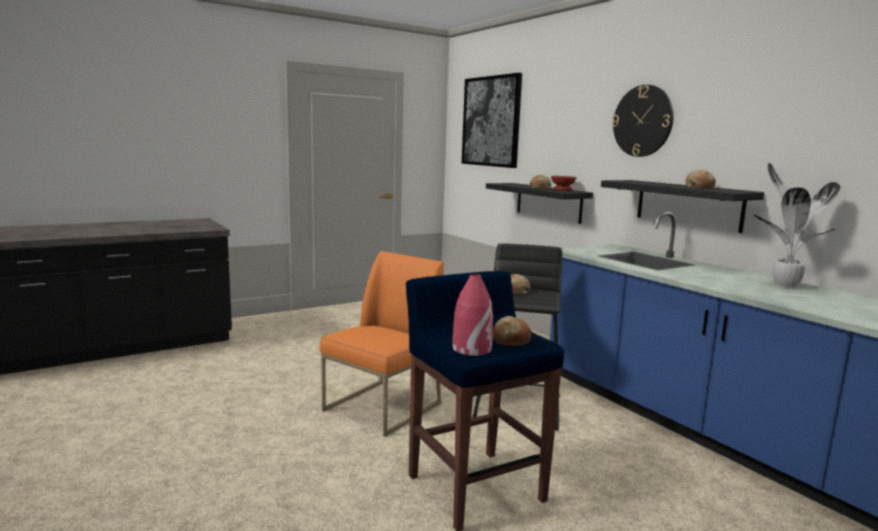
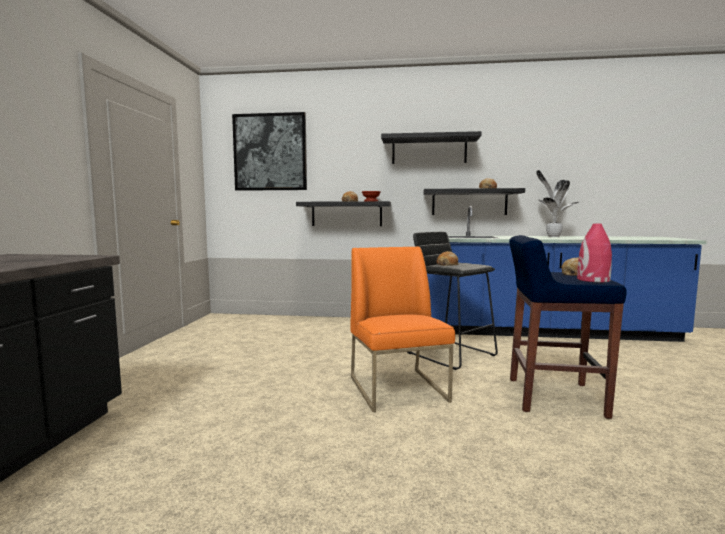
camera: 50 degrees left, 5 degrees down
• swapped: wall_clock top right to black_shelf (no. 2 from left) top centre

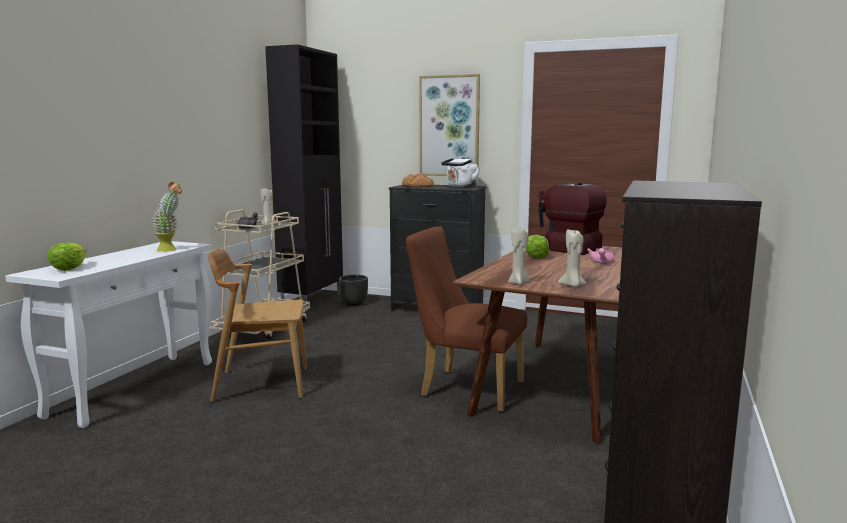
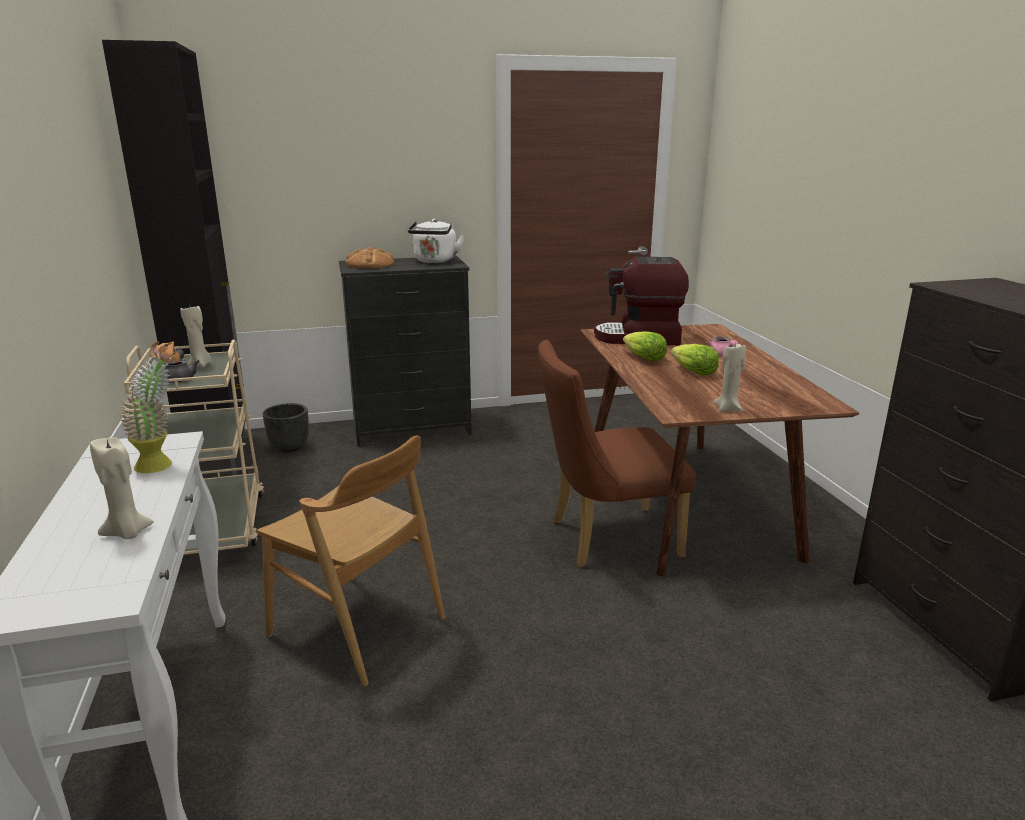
camera: 35 degrees left, 10 degrees up
• shifted: lettuce (no. 1 from left in the first image) middle left to lettuce (no. 2 from left) middle right
• rotated: brown_chair (no. 1 from left) middle left = bottom centre 105 degrees counterclockwise
• gone: picture top centre
• shifted: beige_candle (no. 3 from left in the first image) middle right to beige_candle (no. 1 from left) middle left

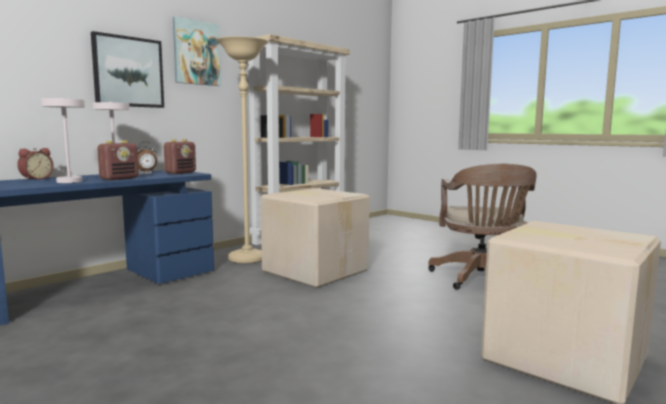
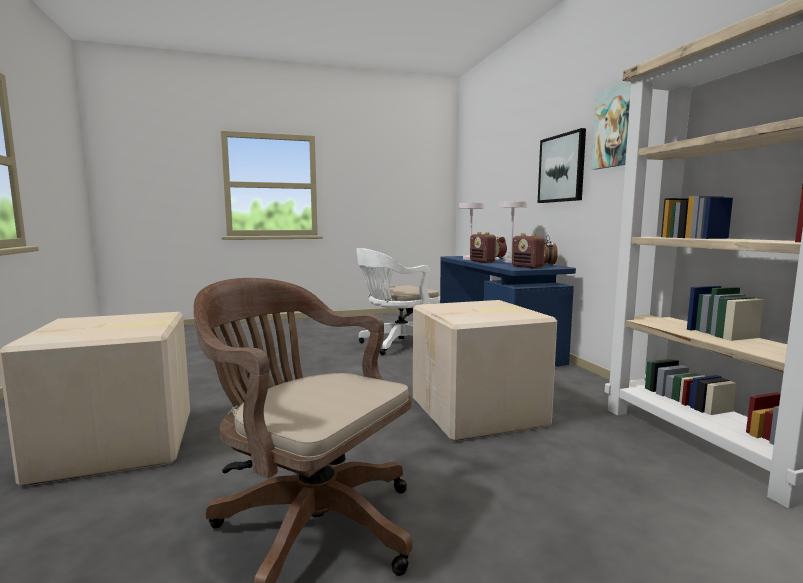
camera: 120 degrees right, 0 degrees up
• gone: beige_floor_lamp centre
• new: white_office_chair centre

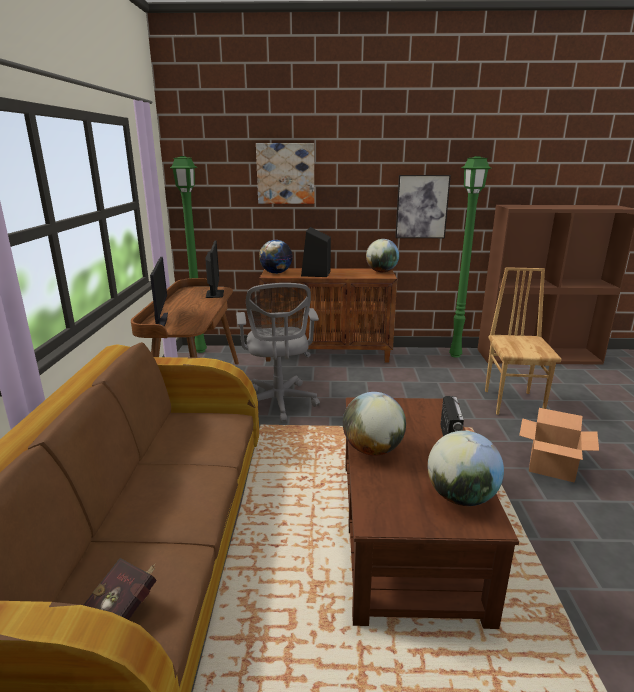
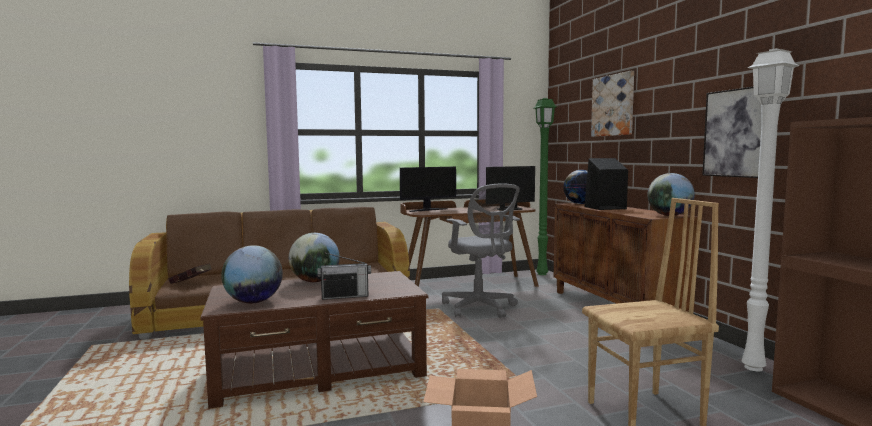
camera: 70 degrees right, 15 degrees down
• rotated: grey_office_chair centre = centre 90 degrees counterclockwise
• repainted: green_floor_lamp (no. 2 from left) middle right to white_floor_lamp middle right

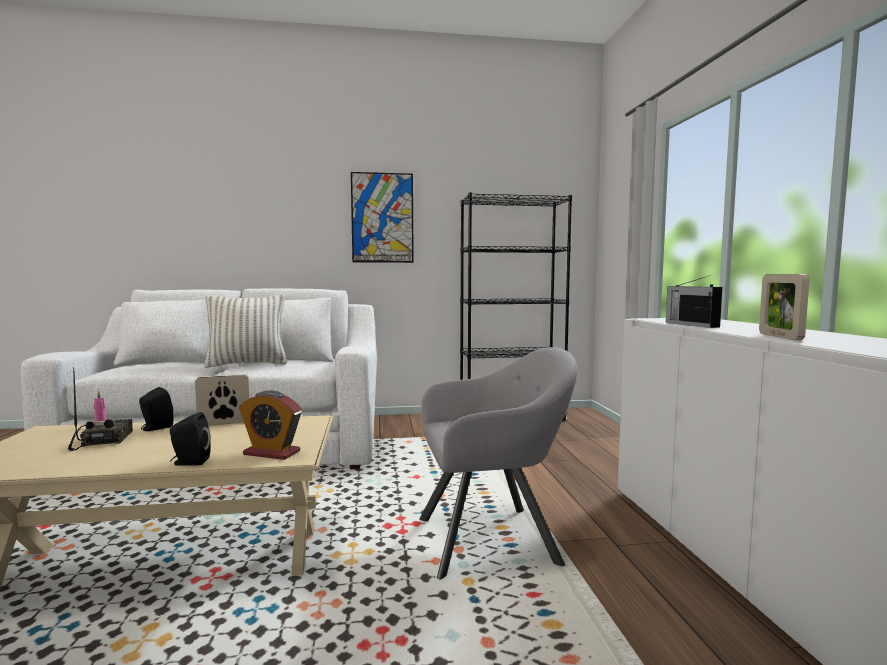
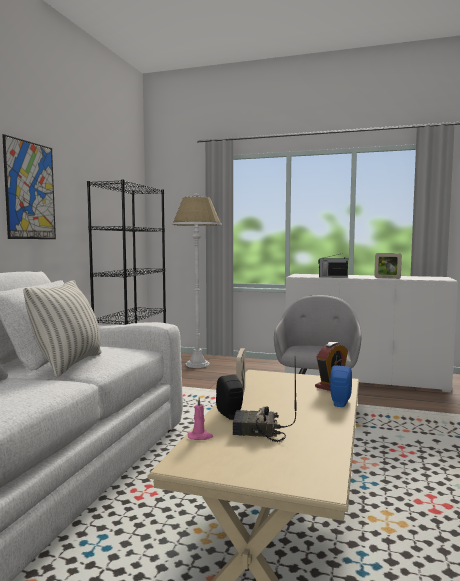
camera: 65 degrees left, 0 degrees up
• repainted: black_speaker (no. 2 from left) middle left to blue_speaker middle right
• new: white_floor_lamp centre

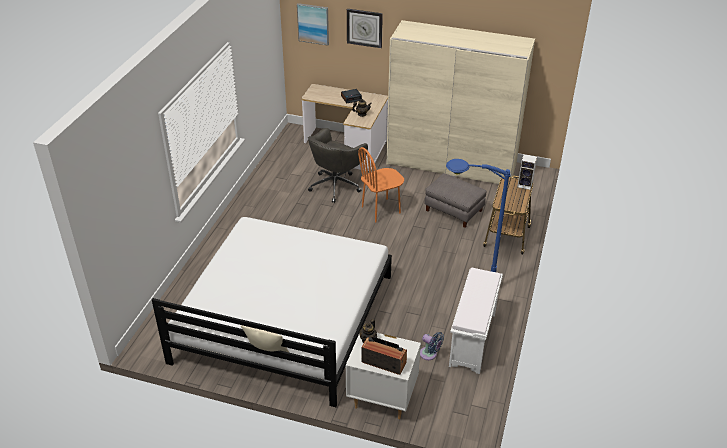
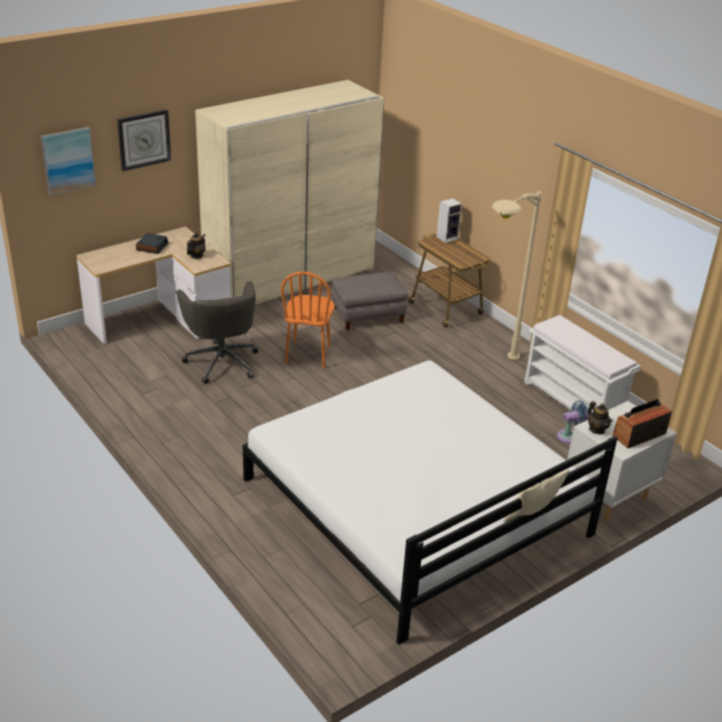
camera: 55 degrees left, 5 degrees down
• repainted: blue_floor_lamp centre to beige_floor_lamp middle right

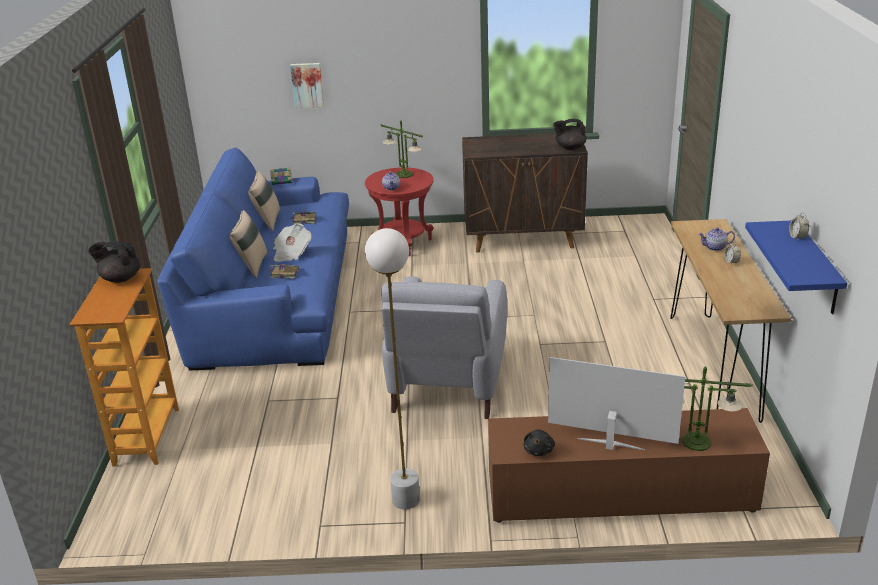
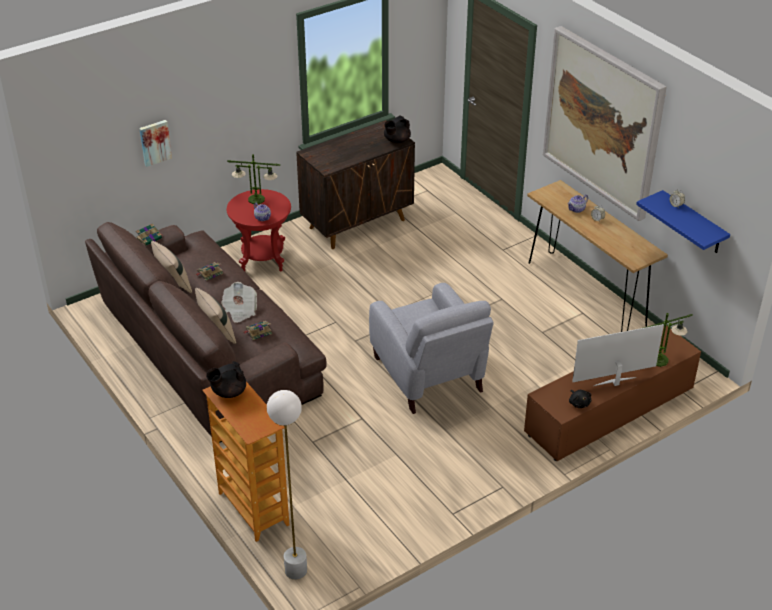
camera: 35 degrees left, 10 degrees up
• repainted: blue_sofa middle left to brown_sofa middle left
• shifted: white_floor_lamp centre to bottom centre
• new: picture (no. 2 from left) top right

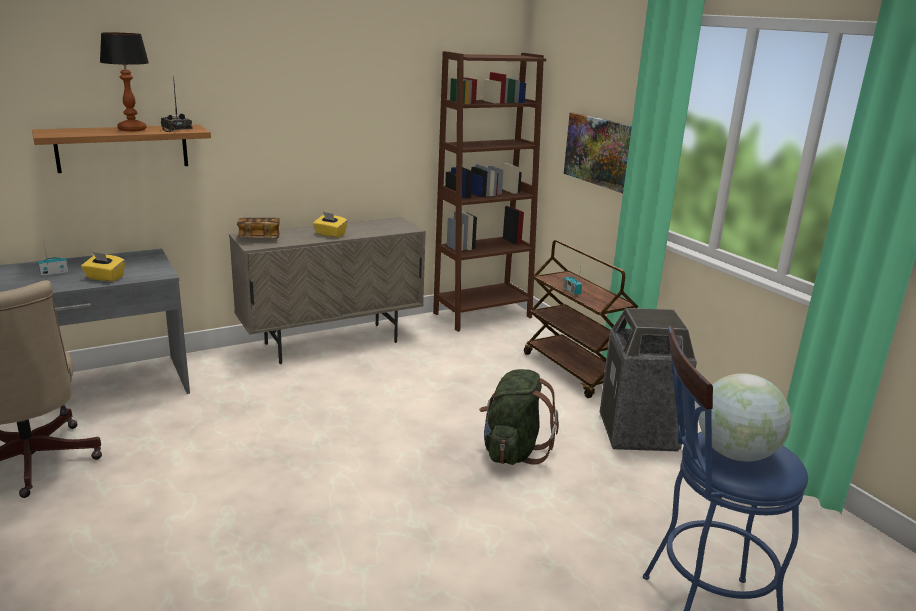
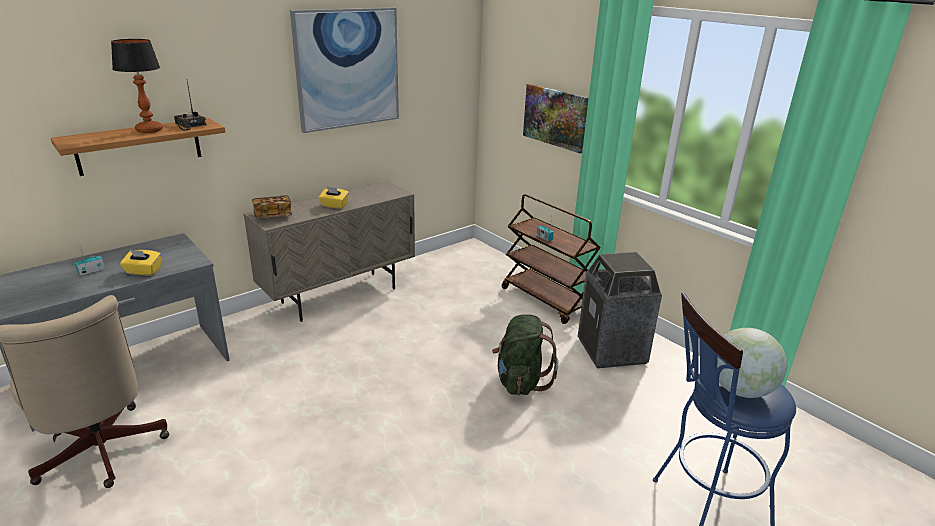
camera: 10 degrees left, 5 degrees up
• gone: brown_bookcase top centre
• new: picture (no. 1 from left) top centre

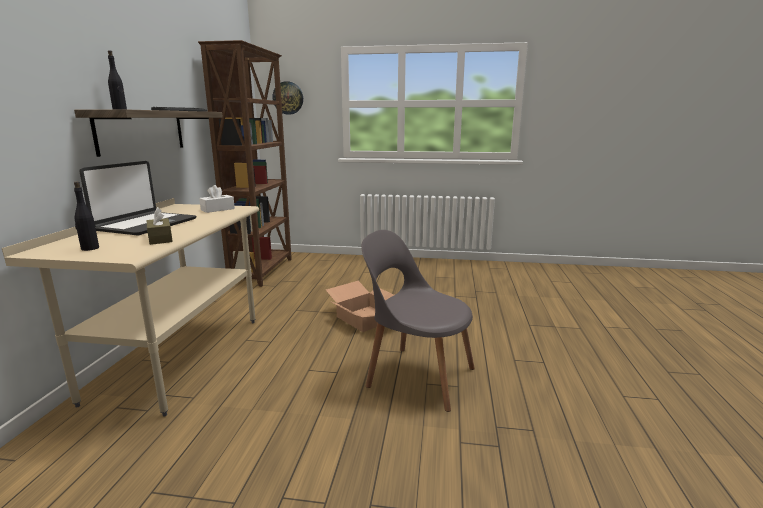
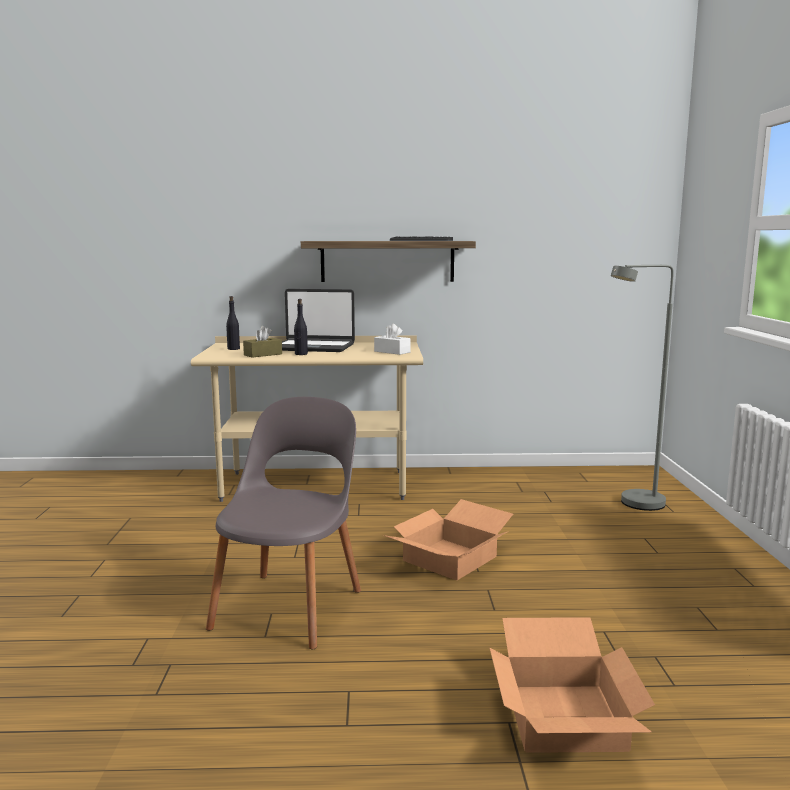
camera: 80 degrees right, 5 degrees down
• shifted: black_bottle (no. 2 from left) top left to centre
• gone: brown_bookcase top left
• gone: wall_clock top centre
• new: cardboard_box (no. 2 from left) bottom right
• new: grey_floor_lamp middle right

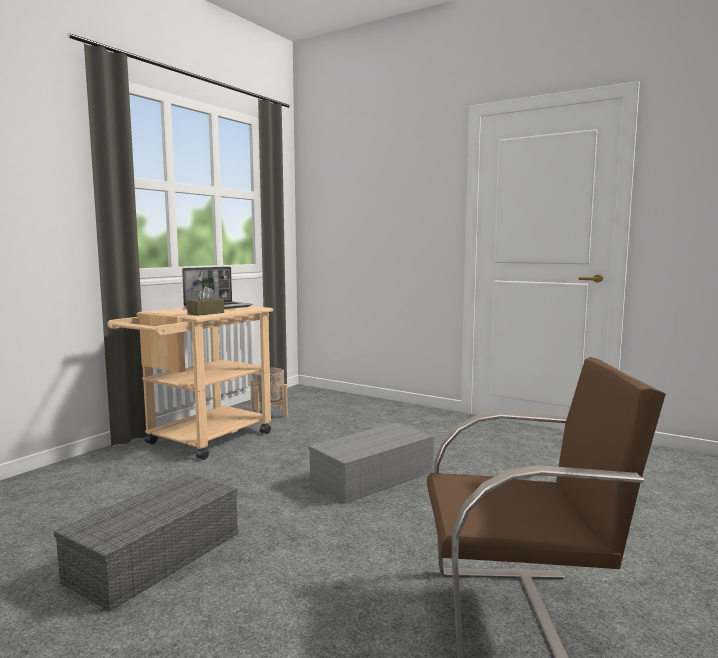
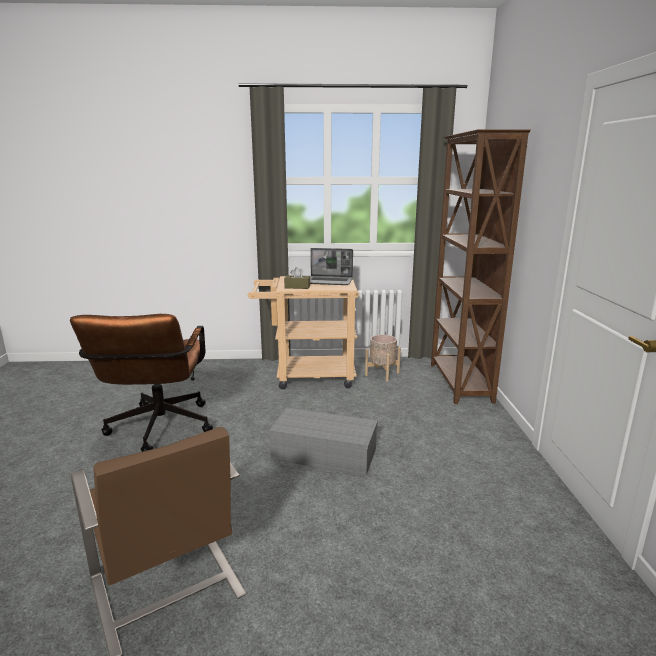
camera: 55 degrees right, 10 degrees up
• swapped: grey_storage_box (no. 1 from left) bottom left to brown_office_chair middle left
• new: brown_bookcase middle right

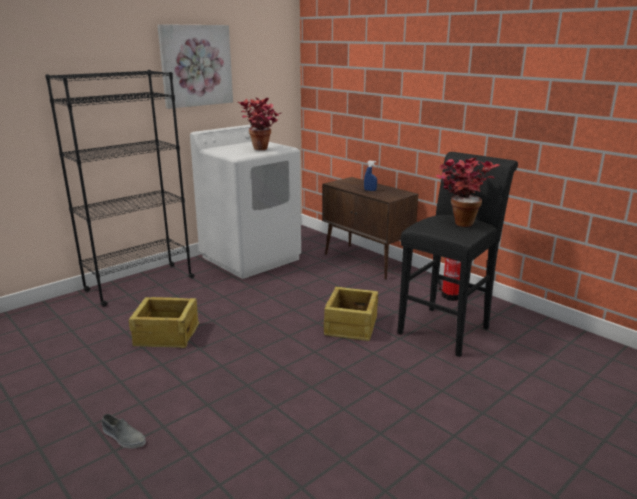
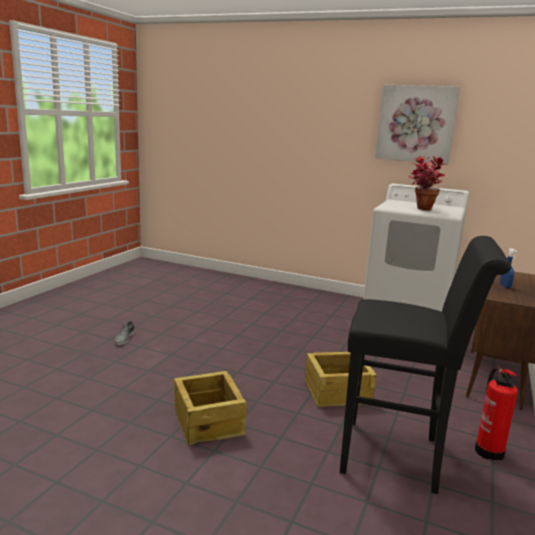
camera: 65 degrees right, 5 degrees down
• gone: black_bookcase middle left
• shifted: crate (no. 1 from left) middle left to bottom centre
• gone: potted_plant (no. 2 from left) middle right

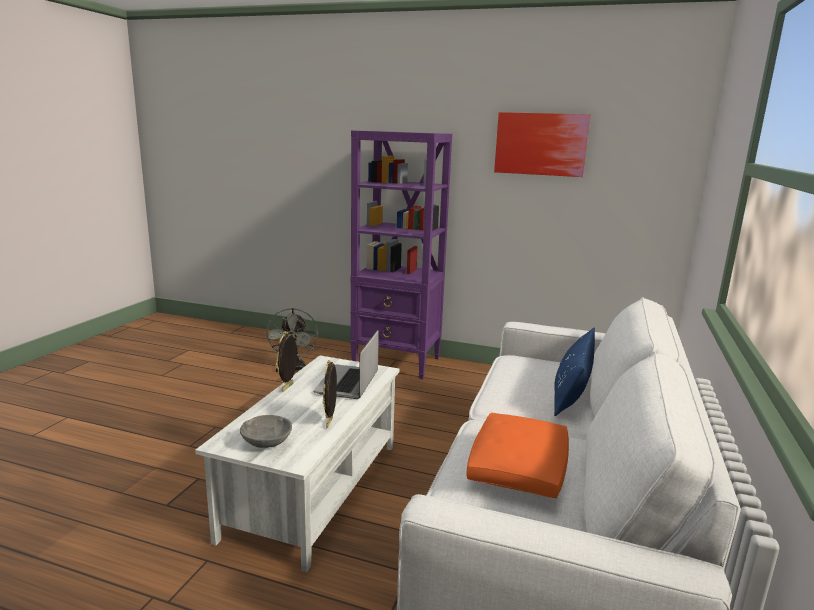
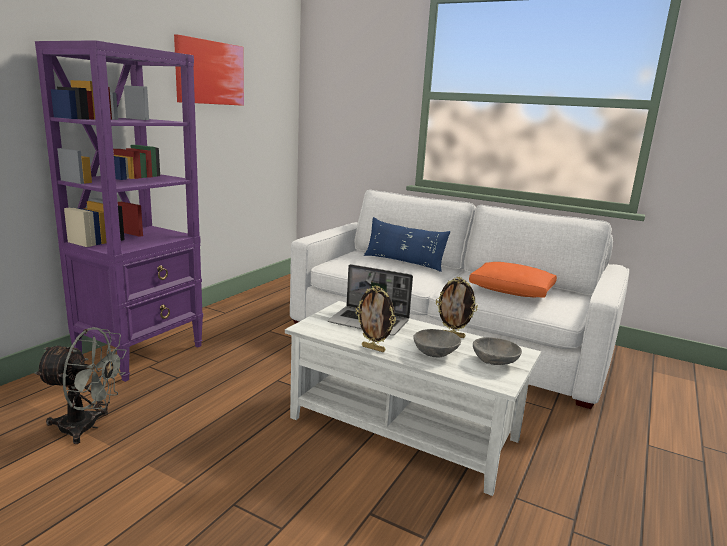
camera: 80 degrees left, 0 degrees up
• new: grey_bowl (no. 1 from left) centre

